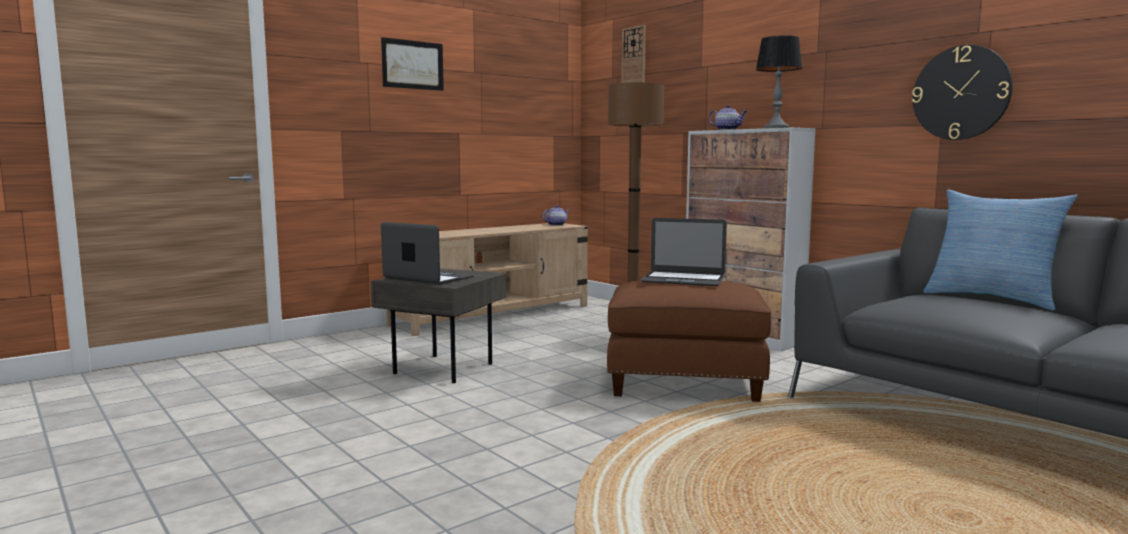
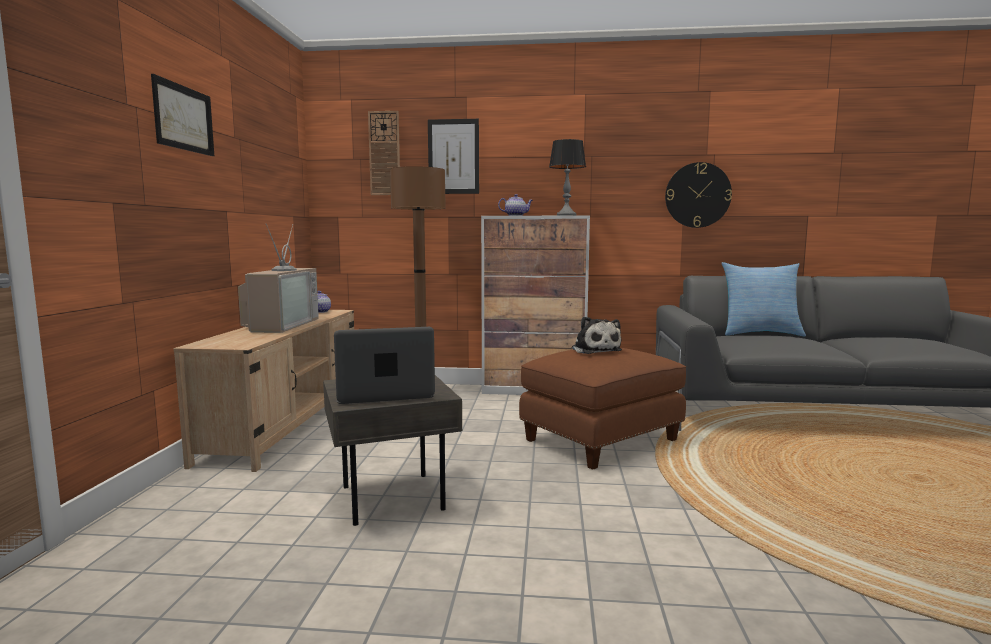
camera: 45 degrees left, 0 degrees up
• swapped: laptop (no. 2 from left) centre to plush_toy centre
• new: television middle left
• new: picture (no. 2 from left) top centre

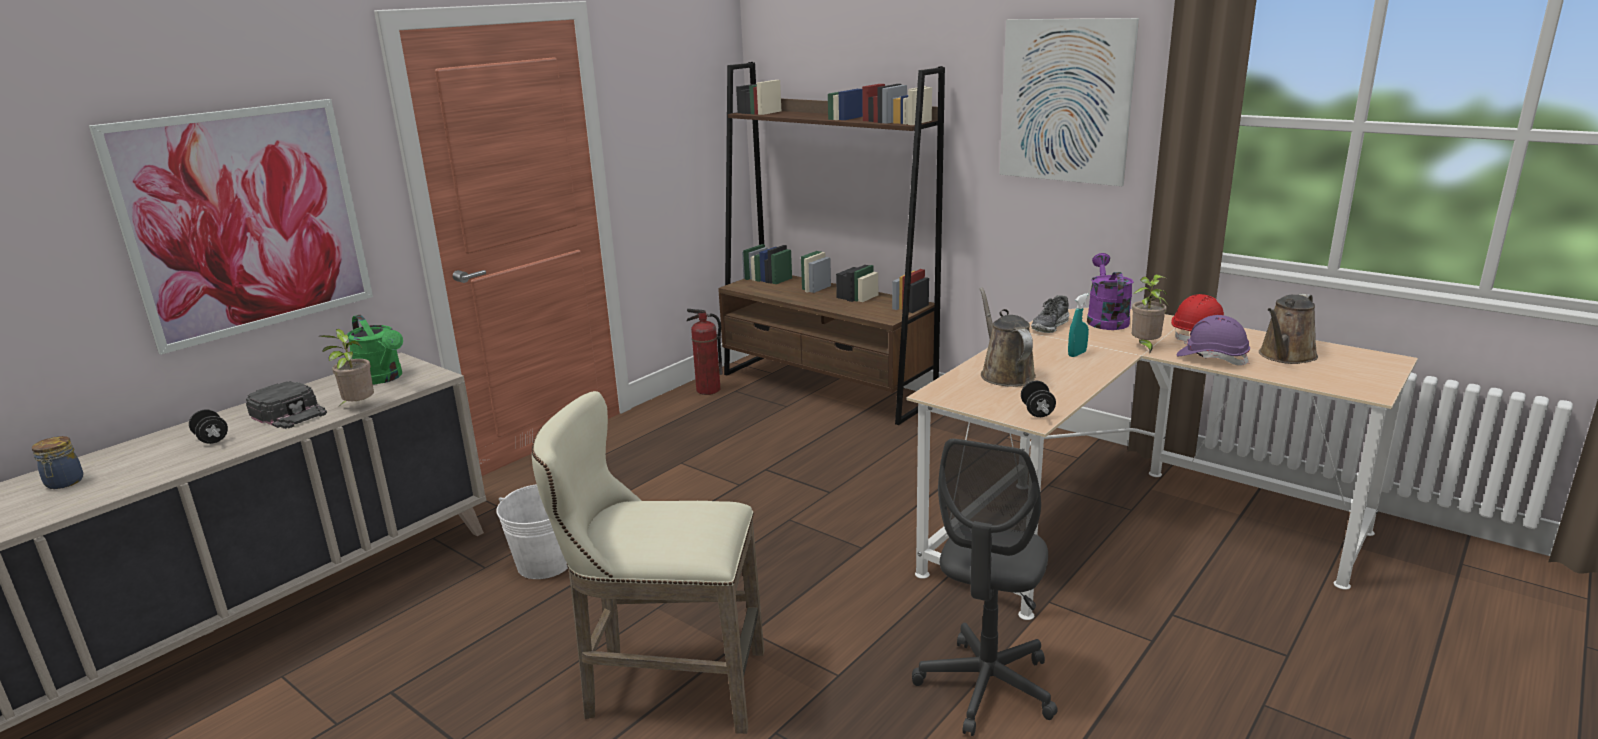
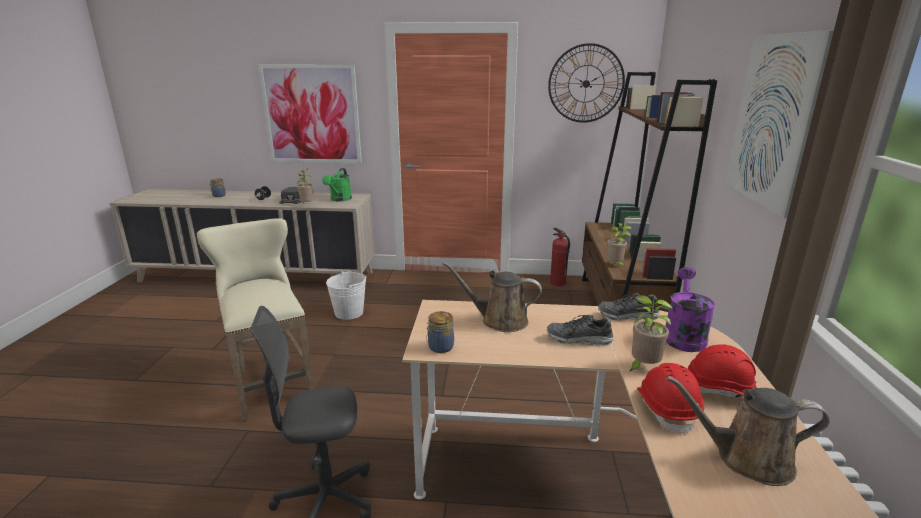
camera: 55 degrees right, 0 degrees up
• rotated: brown_watering_can (no. 1 from left) centre = centre 120 degrees counterclockwise
• swapped: black_dumbbell (no. 2 from left) centre to jar (no. 2 from left) centre
• swapped: turquoise_spray_bottle middle right to shoe (no. 1 from left) centre
• rotated: purple_watering_can middle right = middle right 45 degrees counterclockwise
• repainted: purple_hard_hat middle right to red_hard_hat (no. 1 from left) bottom right
• new: wall_clock top centre
• new: potted_plant (no. 2 from left) middle right

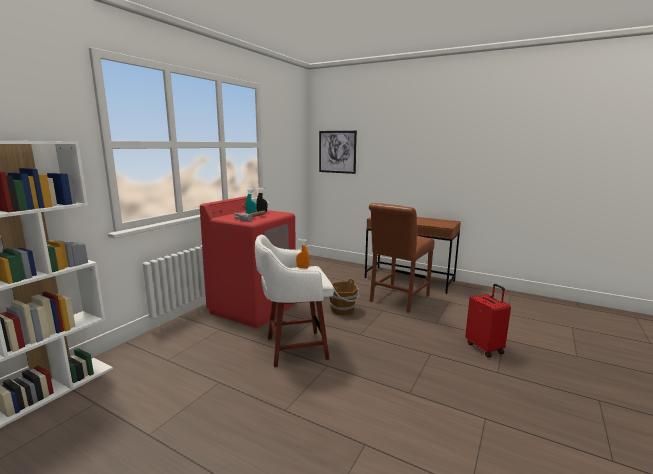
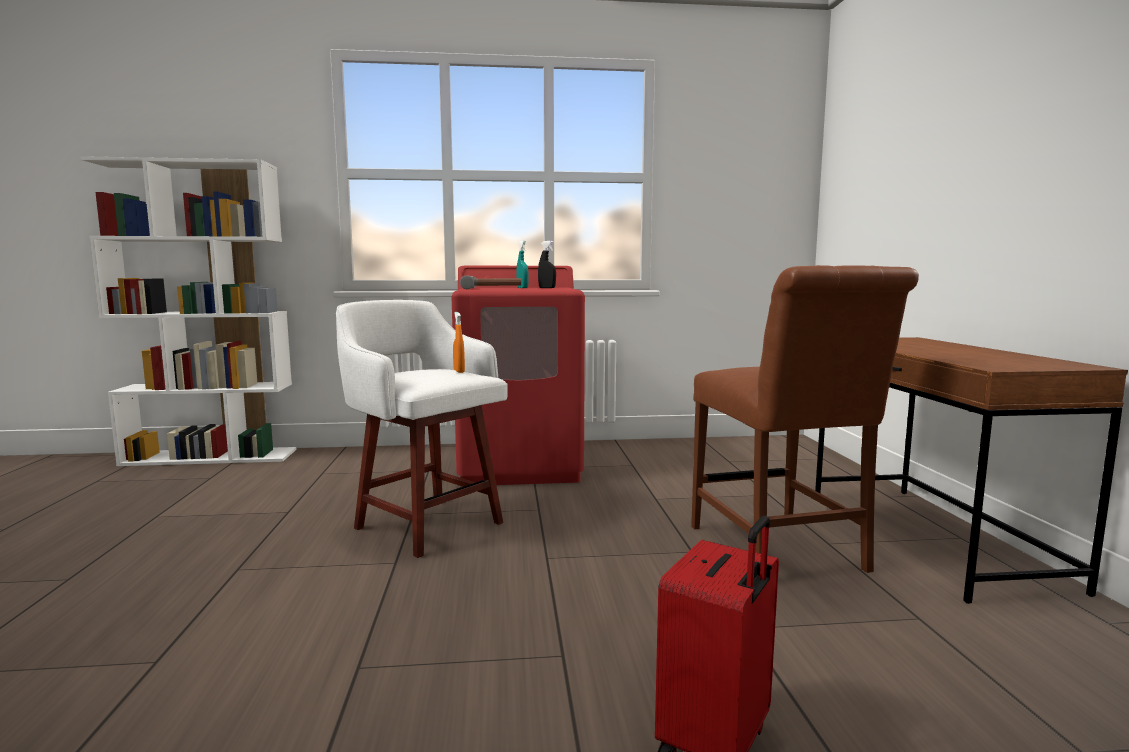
camera: 55 degrees right, 5 degrees down
• gone: picture top centre
• gone: brown_bucket centre
• rotated: brown_chair centre = middle right 105 degrees counterclockwise

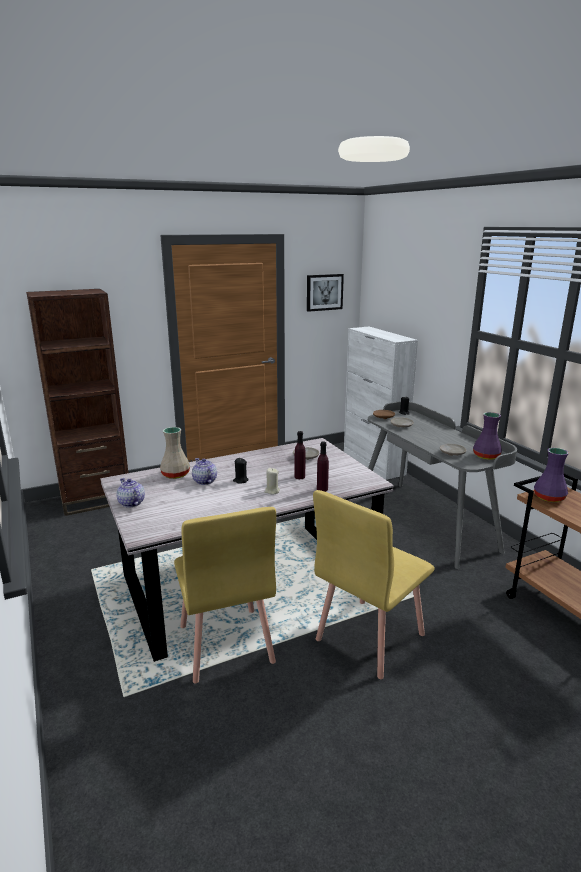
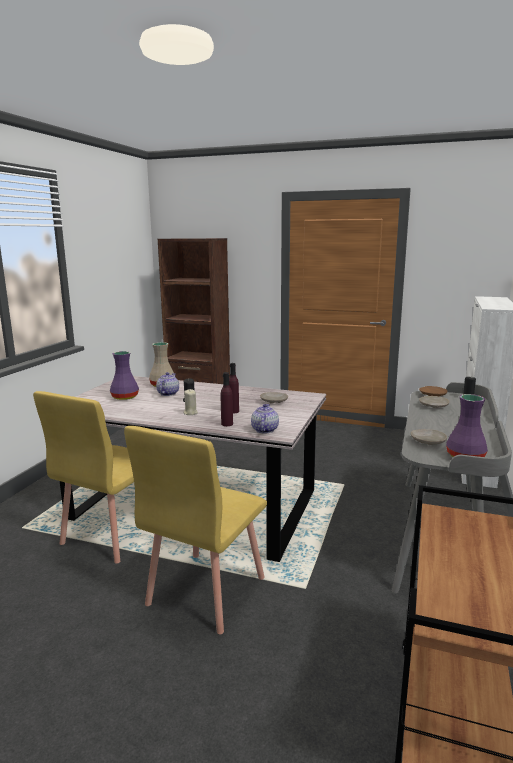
camera: 45 degrees right, 5 degrees down
• shifted: teapot (no. 1 from left in the first image) middle left to teapot (no. 2 from left) centre
• gone: picture centre
• rotated: yellow_chair (no. 2 from left) bottom centre = bottom centre 60 degrees counterclockwise
• shifted: purple_vase (no. 2 from left in the first image) middle right to purple_vase (no. 1 from left) middle left

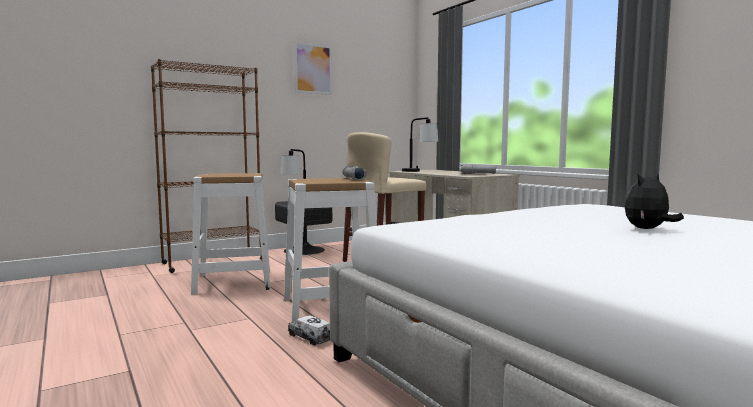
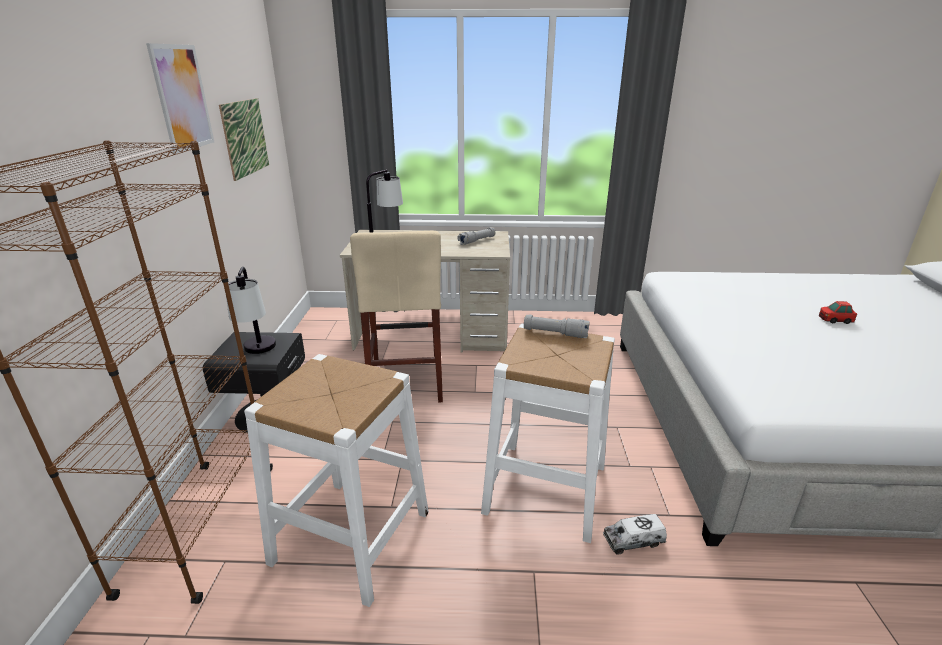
camera: 55 degrees left, 20 degrees up
• swapped: plush_toy middle right to toy_car middle right
• new: picture (no. 2 from left) top left

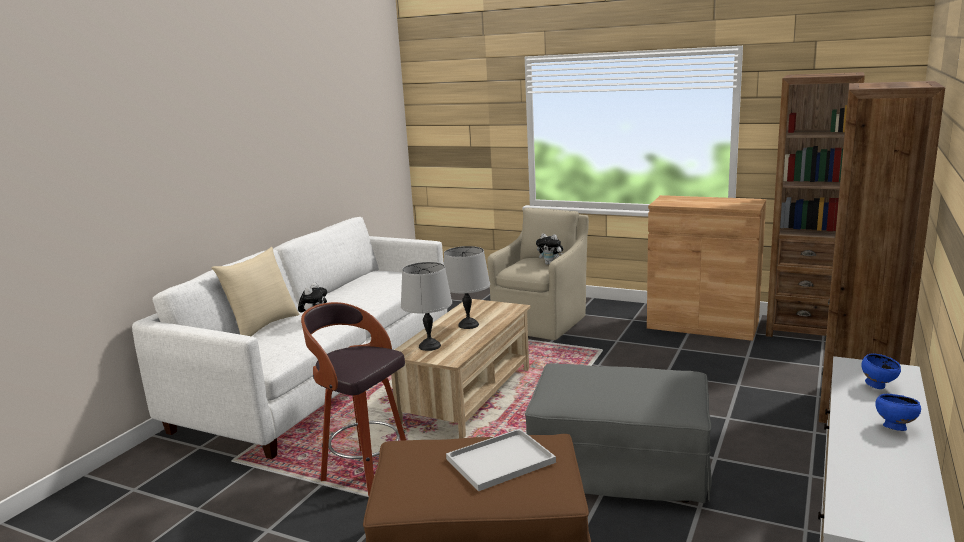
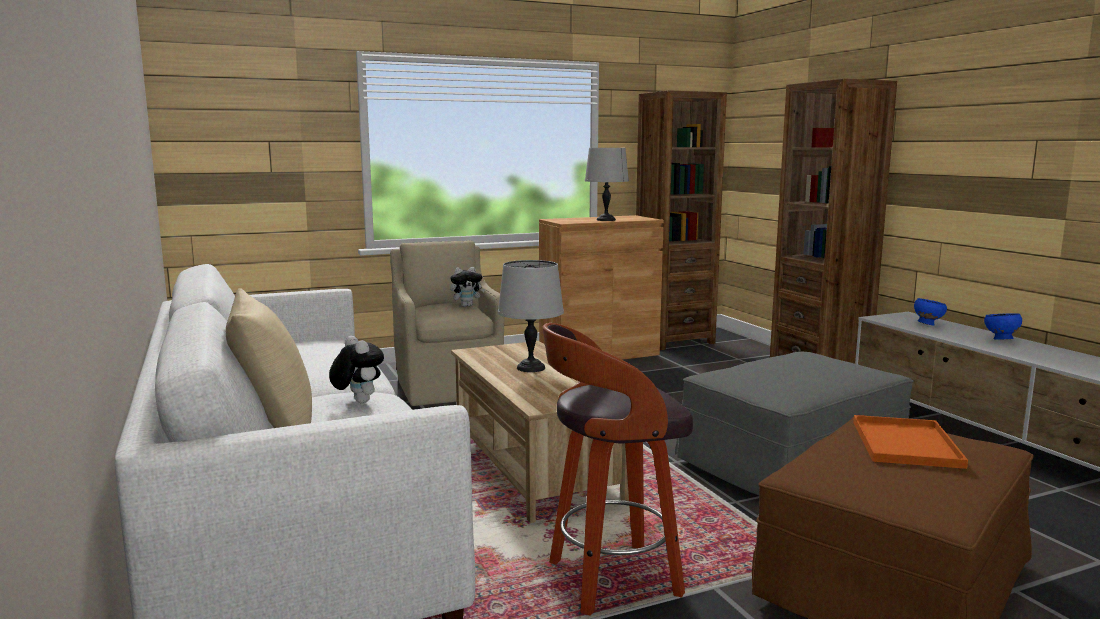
camera: 50 degrees left, 5 degrees down
• shifted: grey_table_lamp (no. 1 from left in the first image) centre to grey_table_lamp (no. 2 from left) top centre
• repainted: white_tray bottom centre to orange_tray bottom right

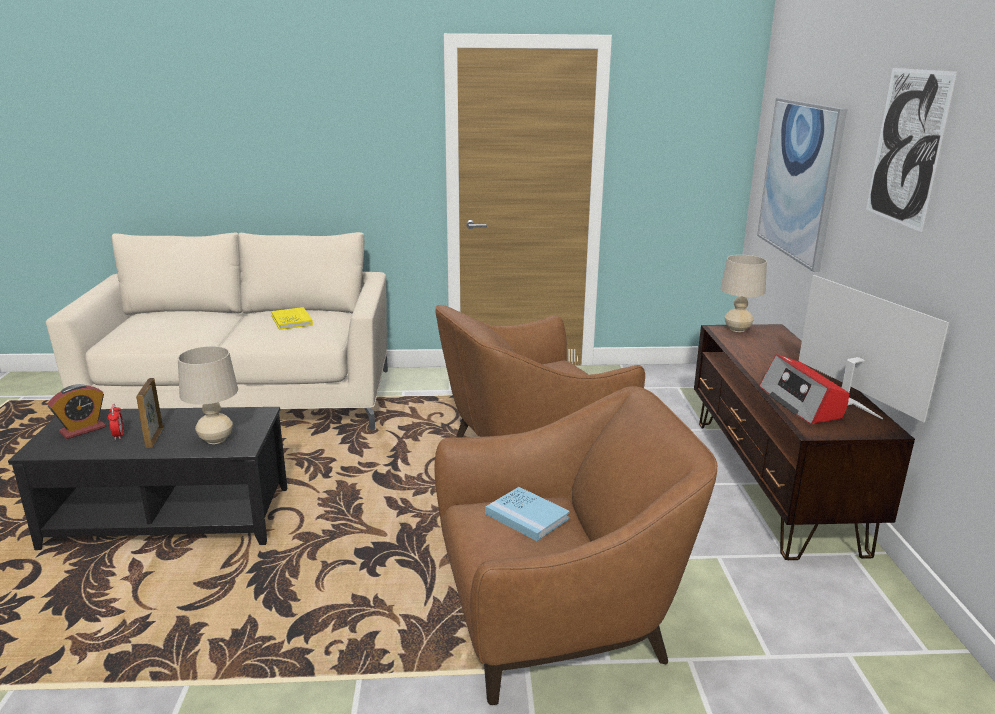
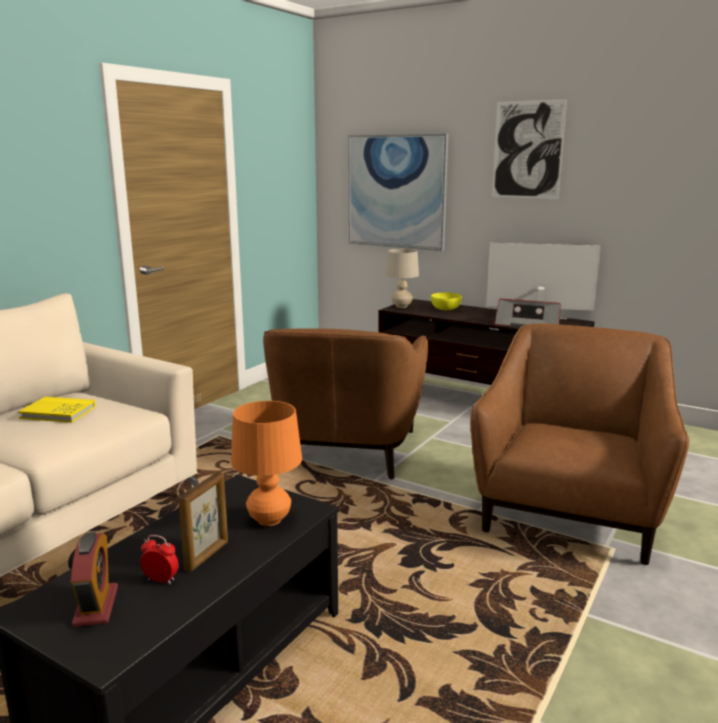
camera: 55 degrees left, 5 degrees down
• rotated: picture_frame middle left = bottom left 90 degrees counterclockwise
• repainted: beige_table_lamp (no. 1 from left) middle left to orange_table_lamp centre
• gone: blue_book bottom centre
• new: yellow_bowl centre

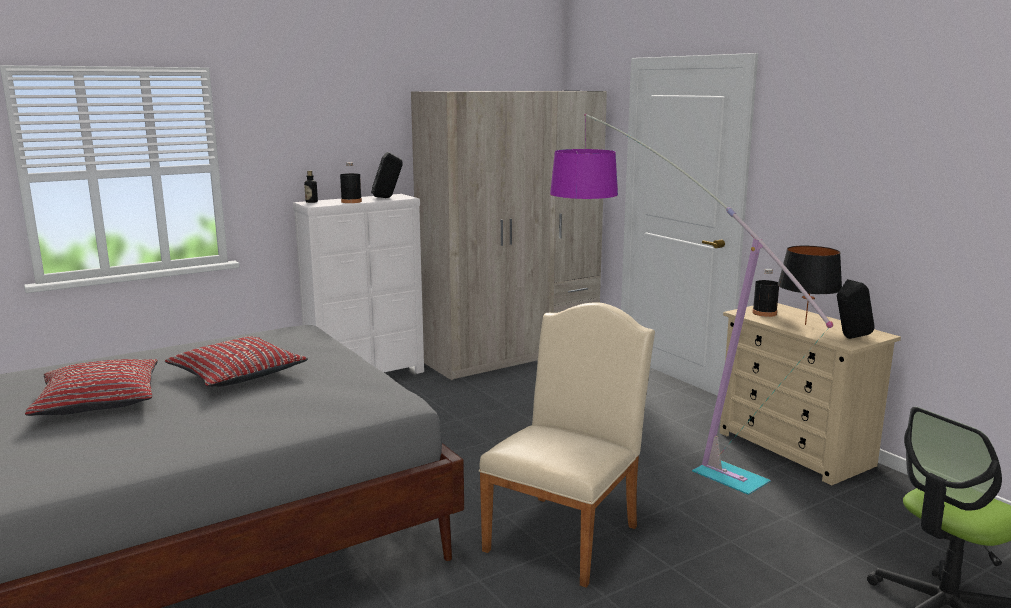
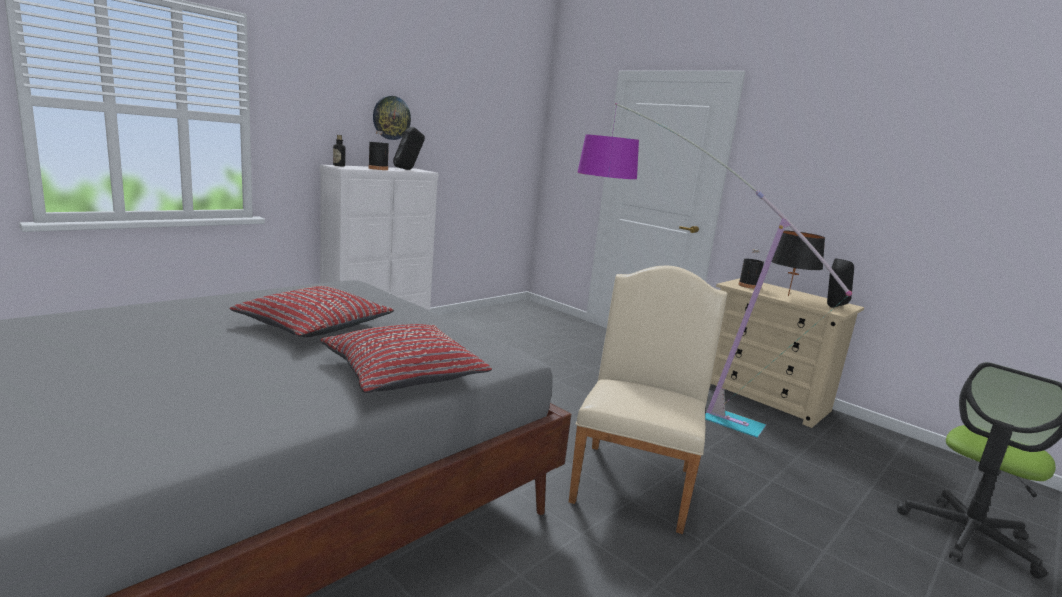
camera: 15 degrees left, 0 degrees up
• shifted: red_pillow (no. 1 from left in the first image) middle left to red_pillow (no. 2 from left) centre
• gone: beige_wardrobe centre
• new: wall_clock top centre

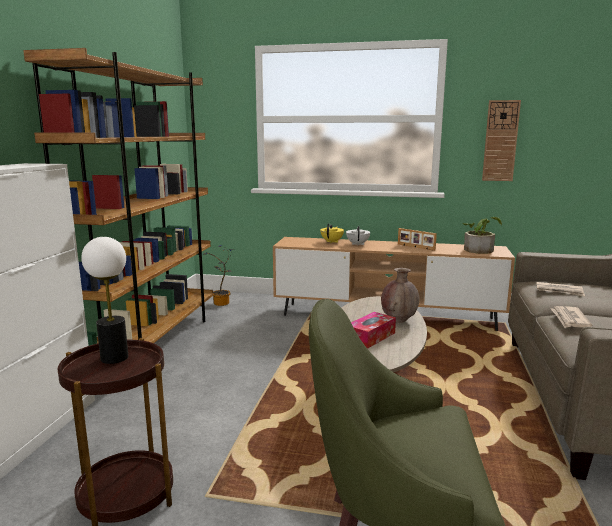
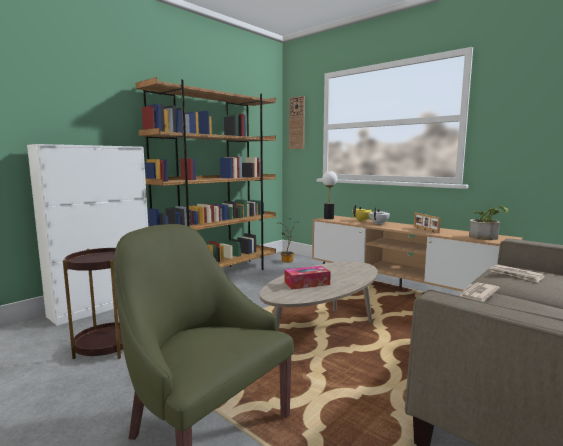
camera: 30 degrees right, 5 degrees down
• shifted: table_lamp middle left to centre
• gone: brown_vase centre
• shifted: wall_clock top right to top centre

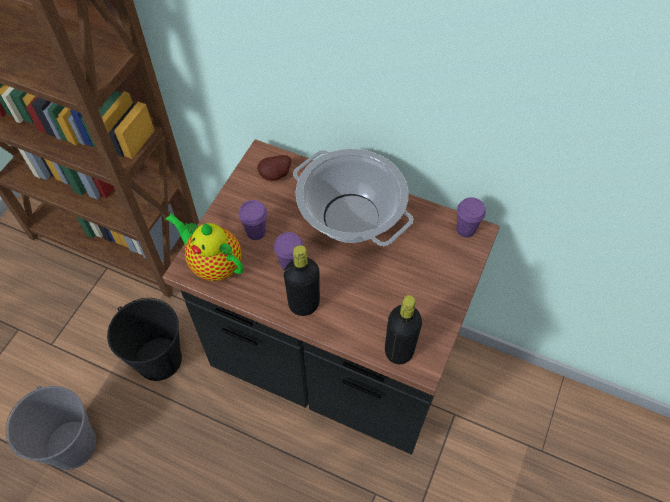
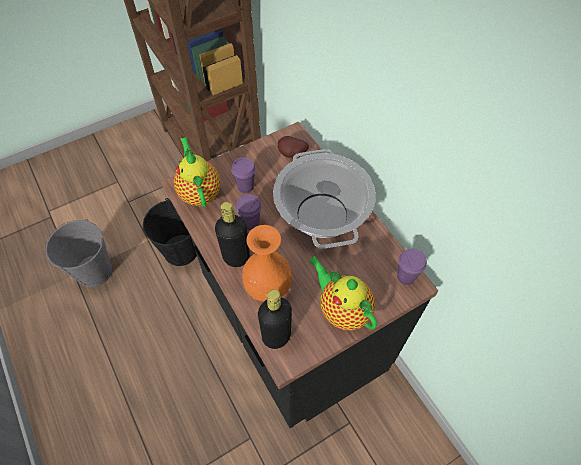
camera: 35 degrees right, 0 degrees up
• new: orange_vase centre
• new: teapot (no. 2 from left) centre

